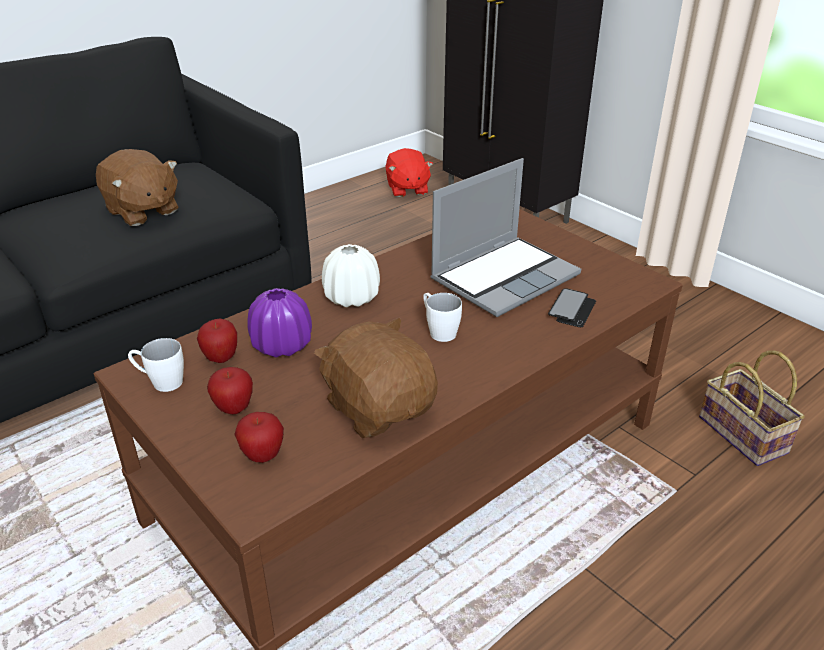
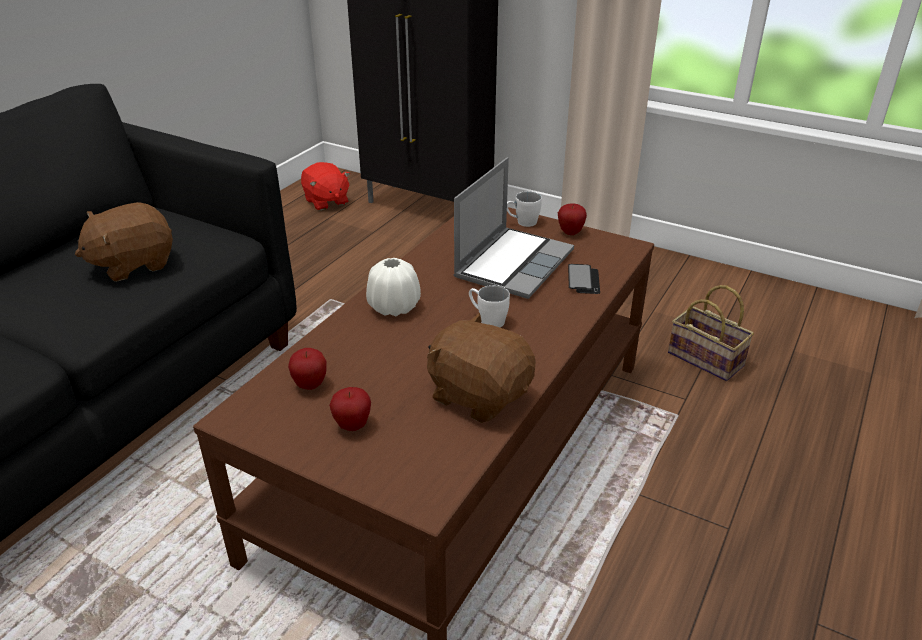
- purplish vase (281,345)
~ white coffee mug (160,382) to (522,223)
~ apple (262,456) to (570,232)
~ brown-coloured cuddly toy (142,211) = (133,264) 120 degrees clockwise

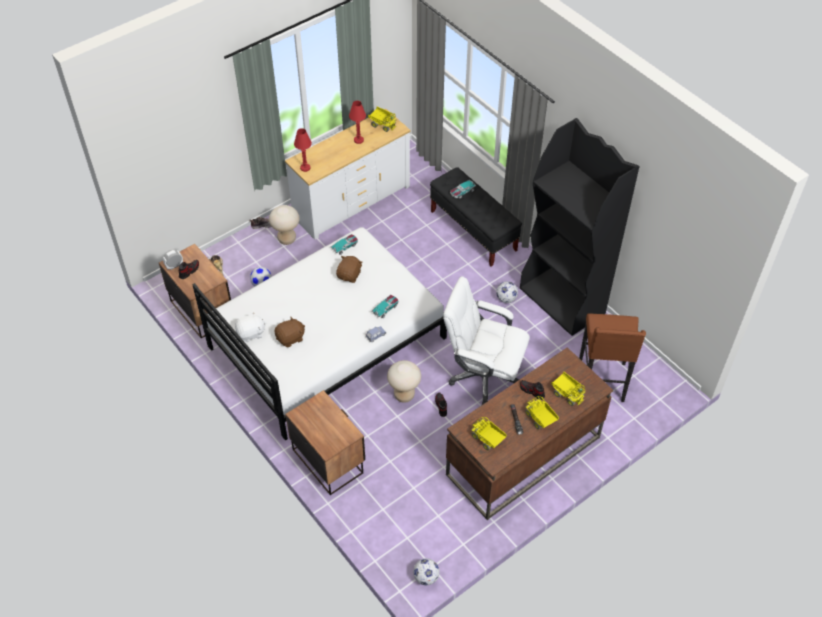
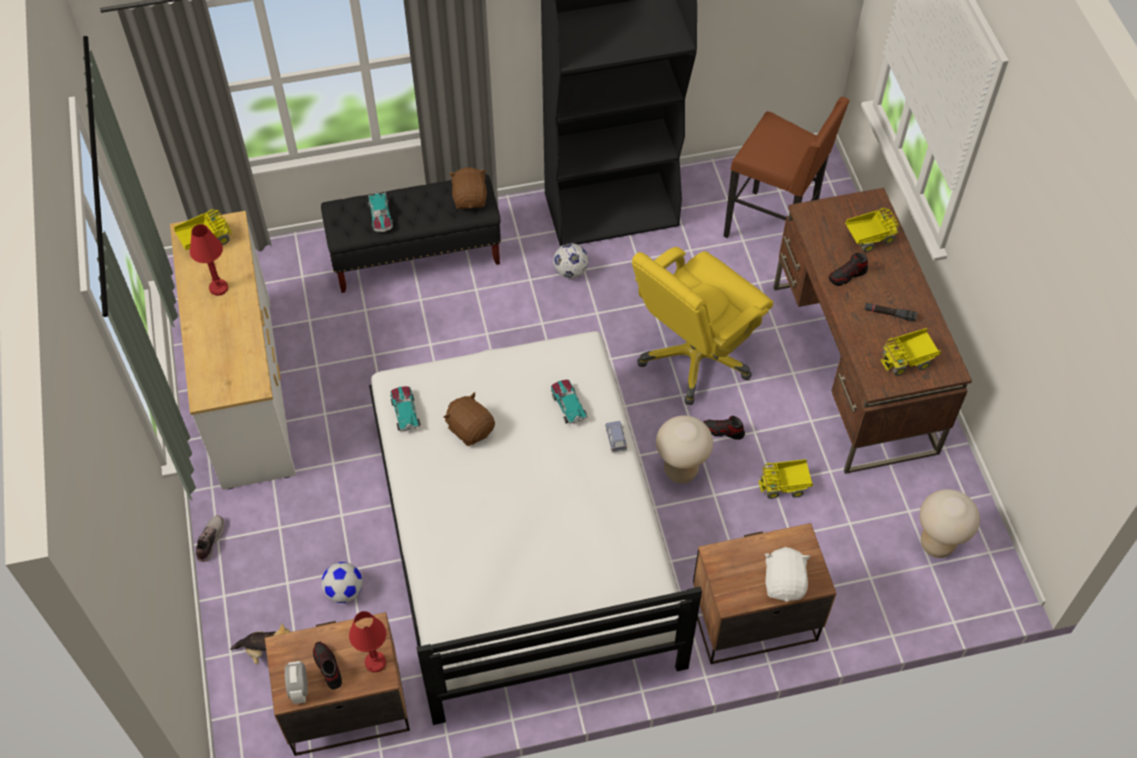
- football ball (426,577)
~ white cuddly toy (251,333) to (784,583)
~ beige-coloured stool seat (287,239) to (937,544)
~ brown-coloured cuddly toy (290,338) to (470,198)
~ reddish lamp for a table (305,168) to (375,662)
~ toy lorry (540,419) to (784,486)
~ white computer chair (483,376) to yellow-coloured computer chair (694,357)

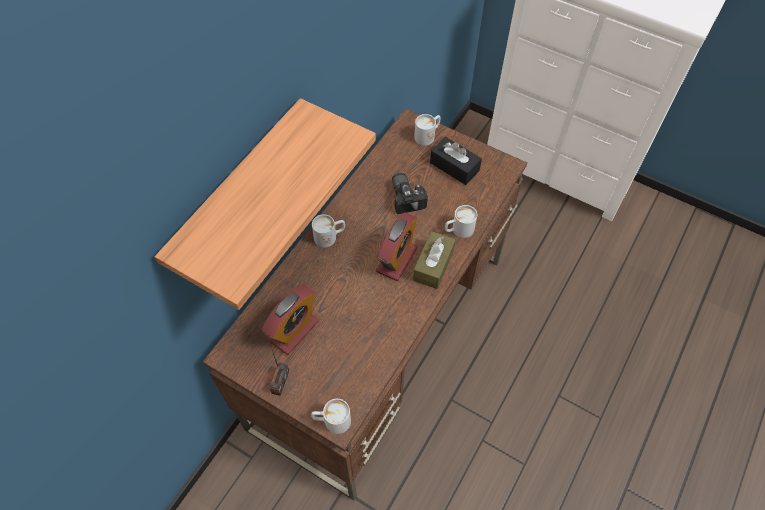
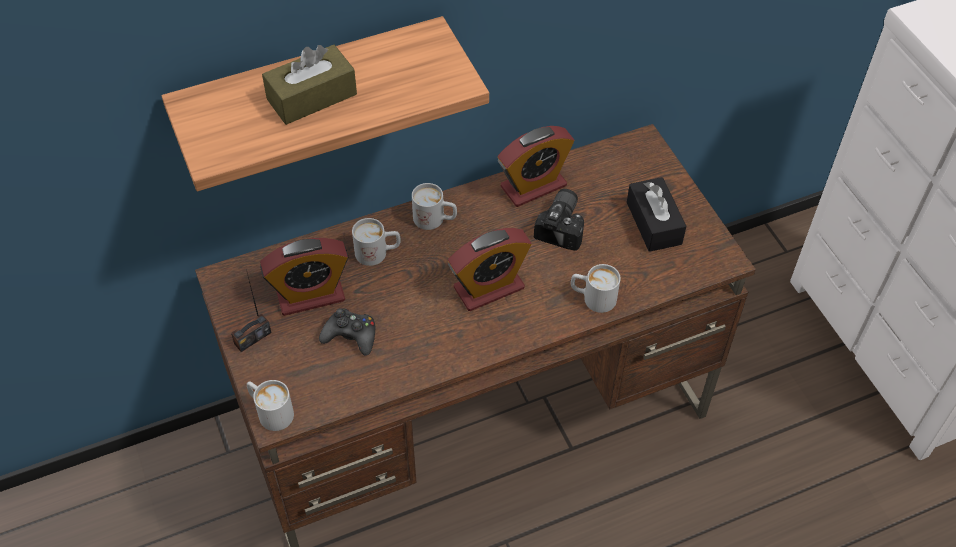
+ black game controller (351,335)
+ bedside clock (533,186)
~ brown-coloured box of tissues (433,265) to (312,97)
~ white coffee mug (428,135) to (378,253)

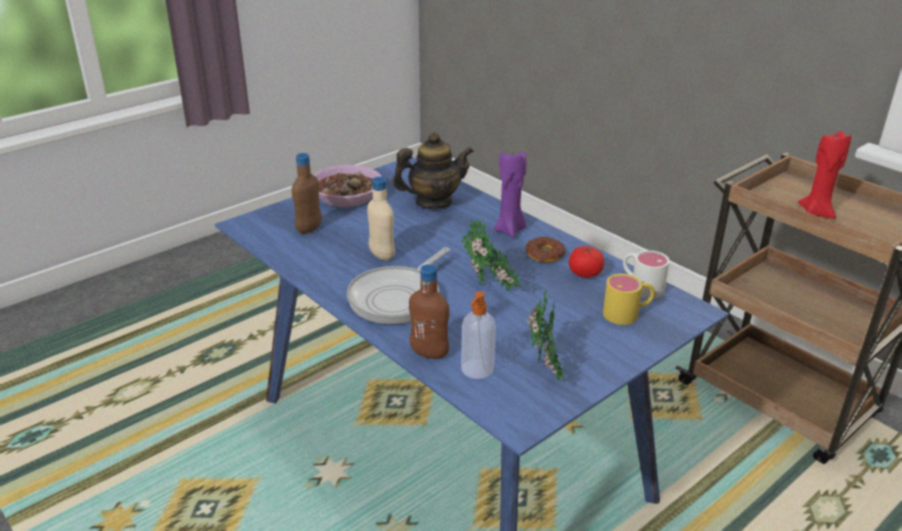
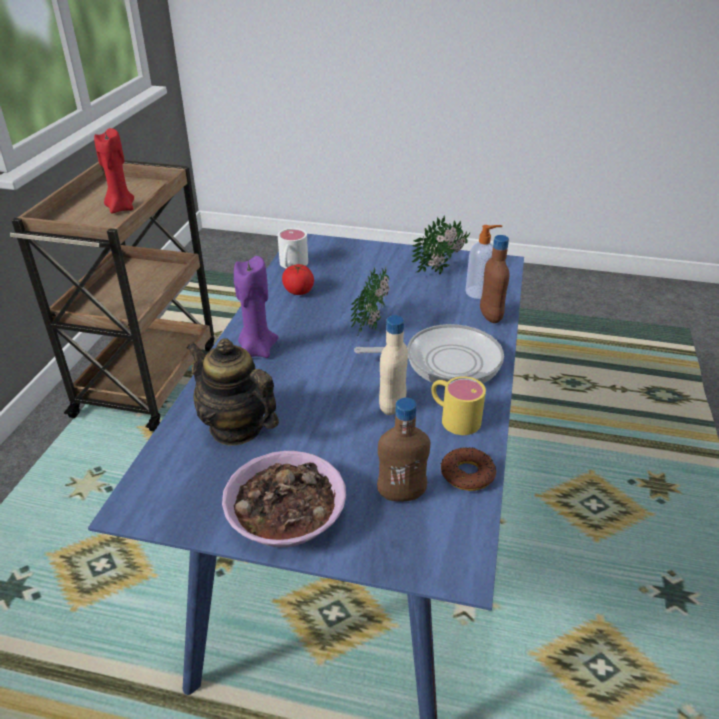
~ donut (545,254) to (467,474)
~ yellow-coloured coffee mug (628,313) to (453,417)

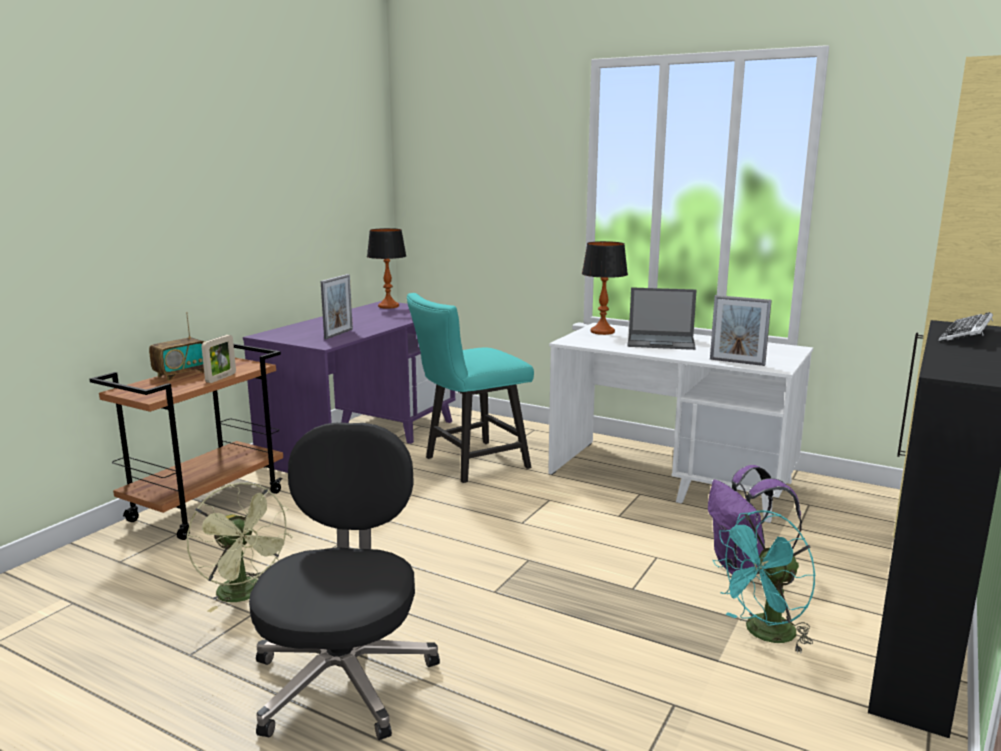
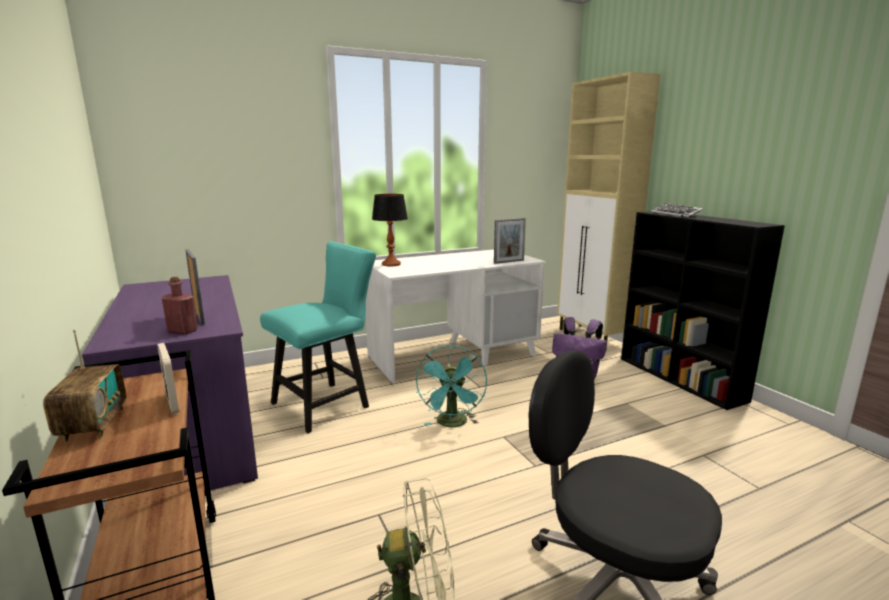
- lamp for a table (388,306)
- laptop (661,342)
+ reddish beverage bottle (182,331)
~ turquoise-coloured cooling fan (764,634) to (452,424)
~ turquoise-coloured upright chair (469,464) = (327,403) 135 degrees counterclockwise

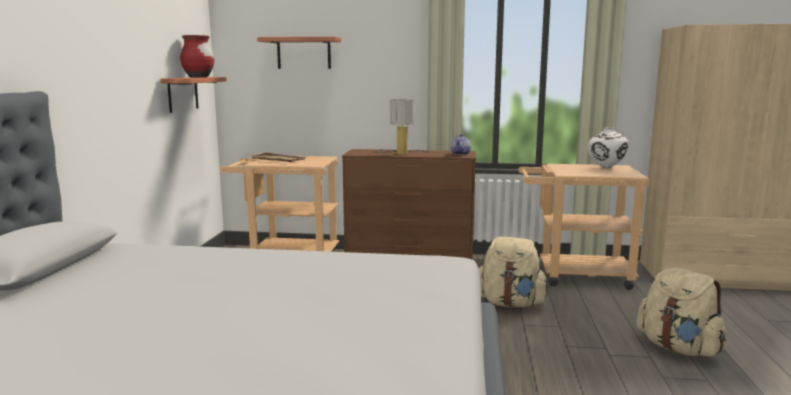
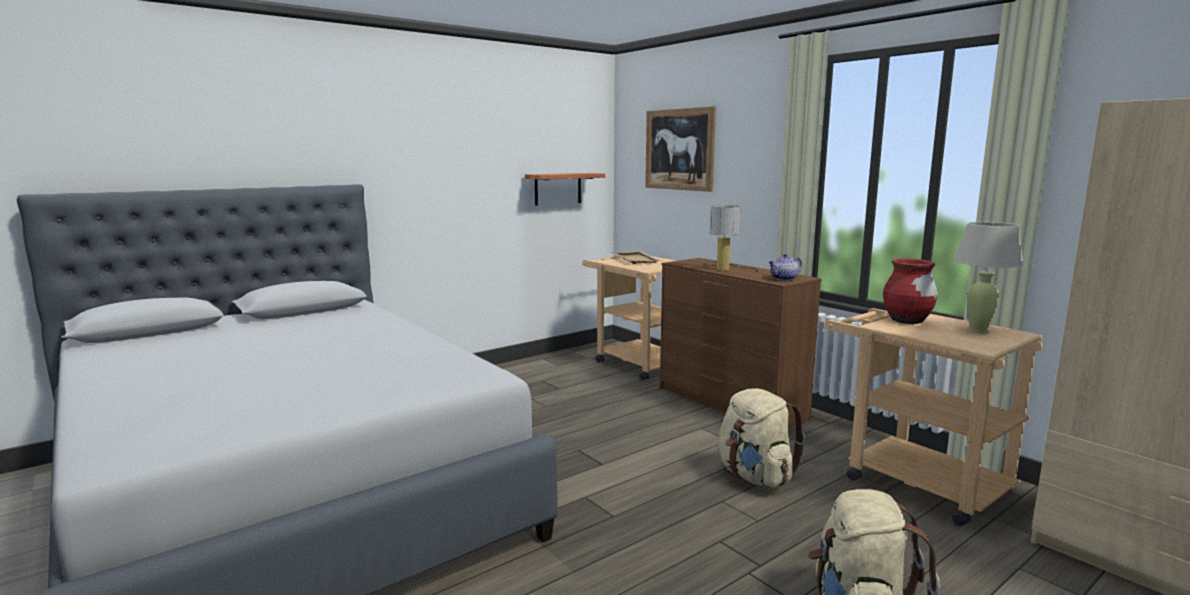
~ reddish vase (198,77) to (907,321)
~ shelf (304,53) to picture (679,149)
~ white vase (605,168) to beige-coloured lamp for a table (978,331)

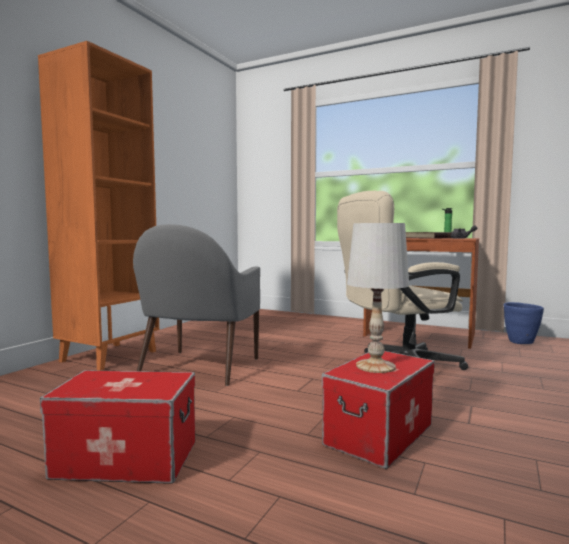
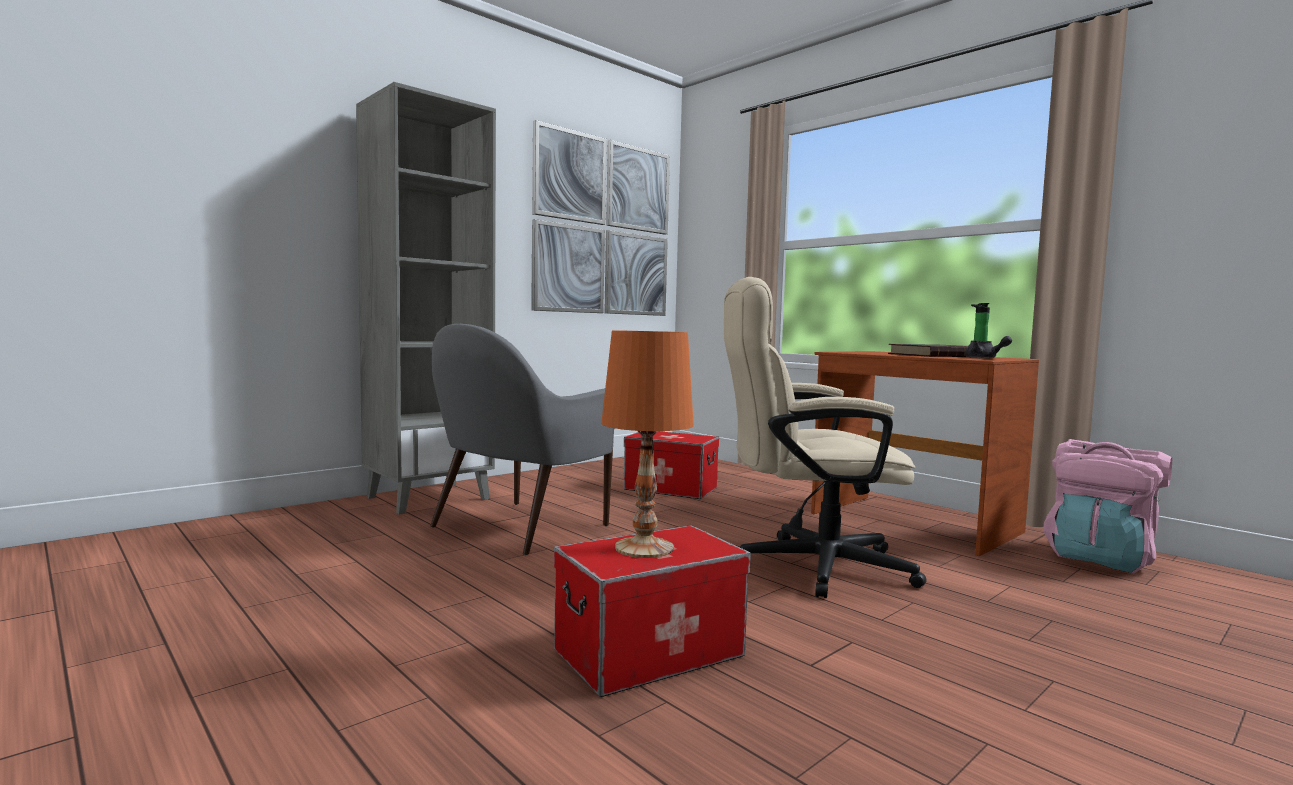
+ picture (604,227)
~ storage bin (127,459) to (671,489)
~ blue-coloured planter (521,342) to pink-coloured backpack (1101,559)
~ orange bookshelf (109,356) to grey bookshelf (429,497)
~ white lamp for a table (376,366) to orange lamp for a table (645,548)

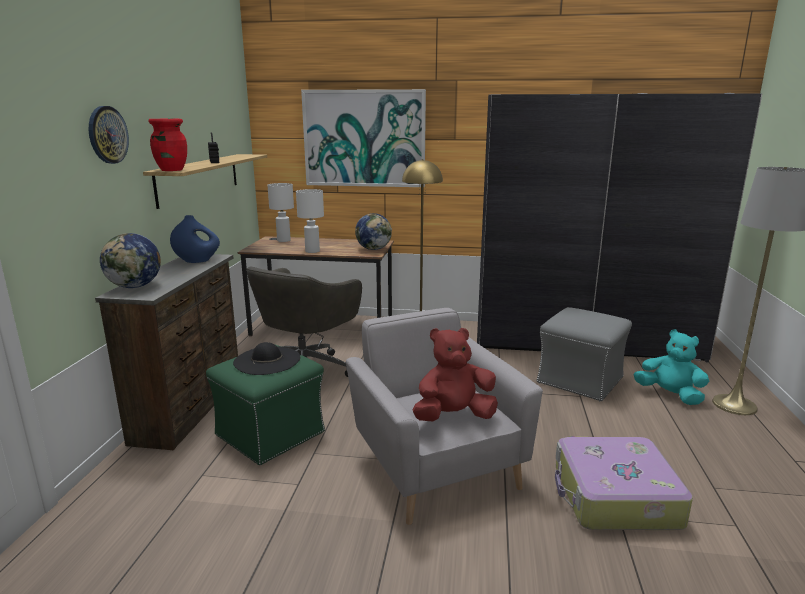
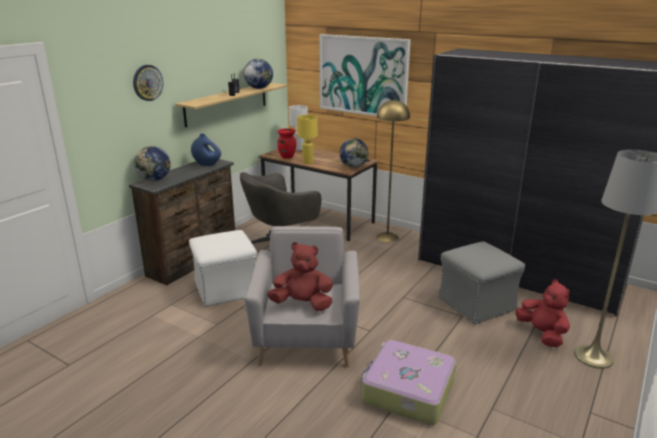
- black clothing hat (267,360)
+ world globe (259,88)
~ reddish vase (171,170) to (287,156)
~ green-coloured ottoman (271,433) to white ottoman (226,289)
~ white lamp for a table (313,251) to yellow-coloured lamp for a table (308,162)
~ turquoise-coloured cuddly toy (670,395) to reddish cuddly toy (542,334)

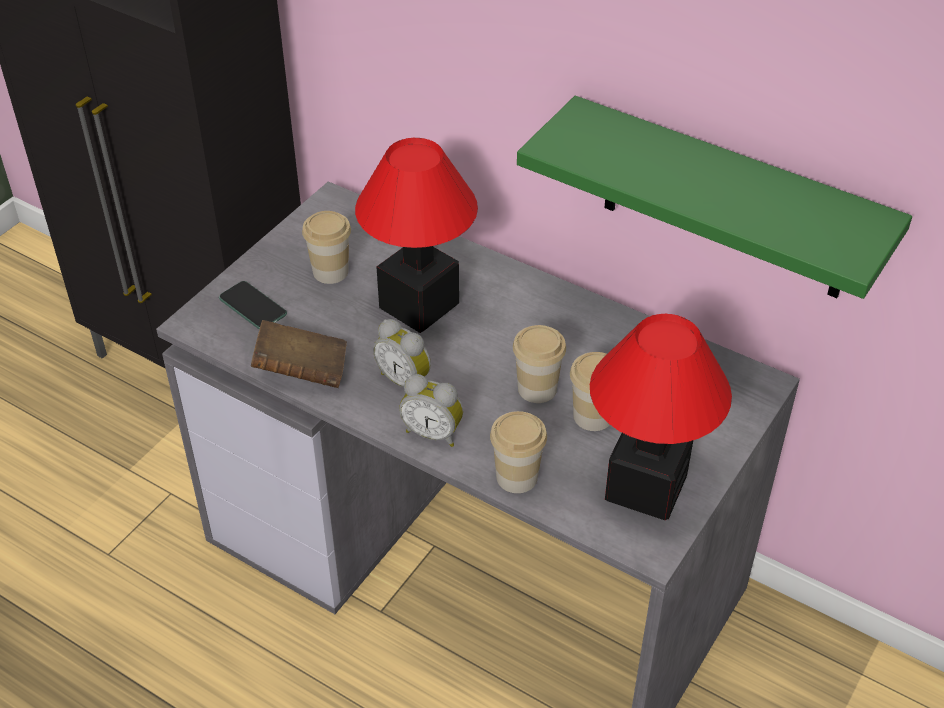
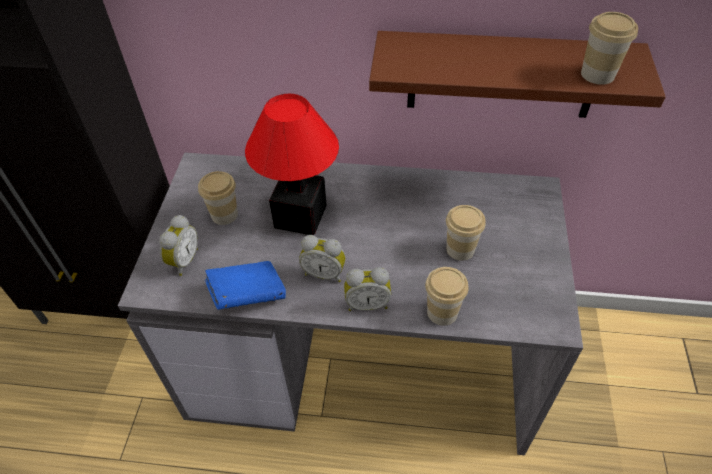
- lamp for a table (645,489)
~ drinking cup (537,389) to (597,74)
~ phone (253,307) to bedside clock (183,261)
~ brown-coloured bound book (301,371) to blue-coloured bound book (248,295)
~ green-coloured shelf (726,202) to brown-coloured shelf (502,75)

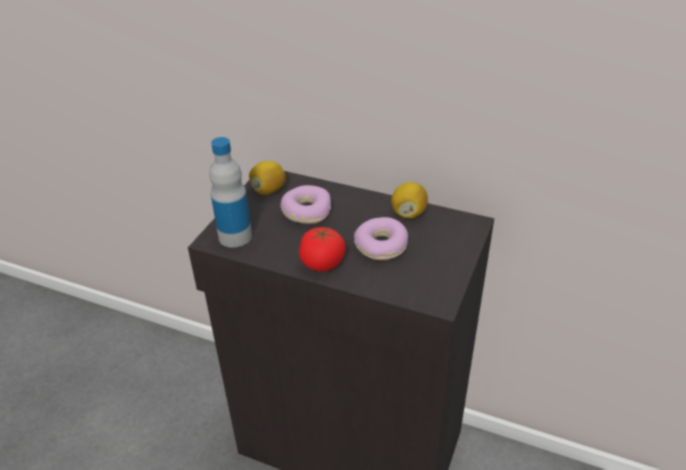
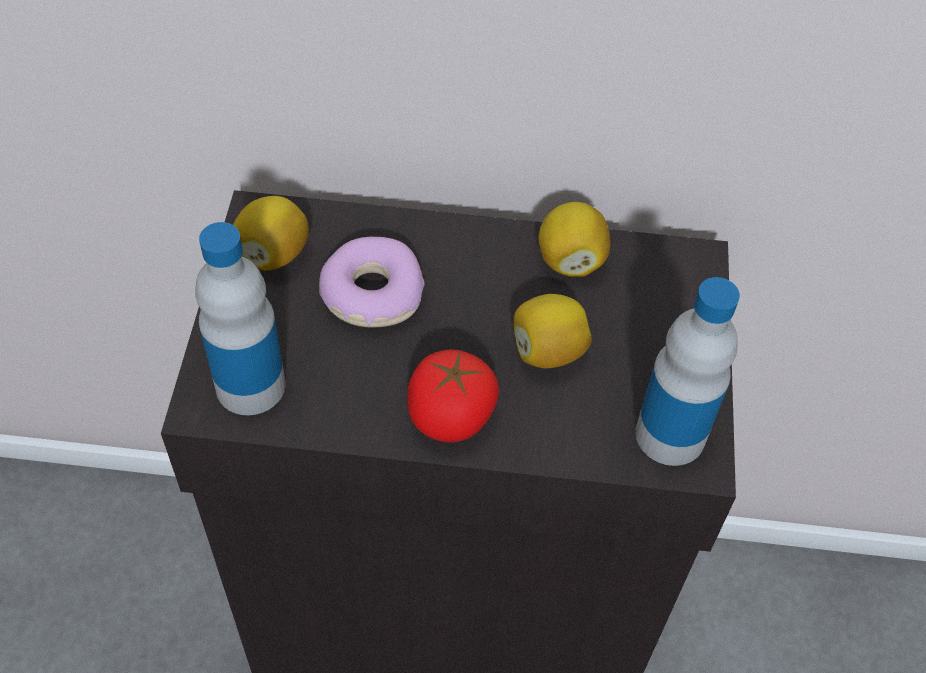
+ beverage bottle (670,434)
~ donut (381,246) to lemon (547,351)

